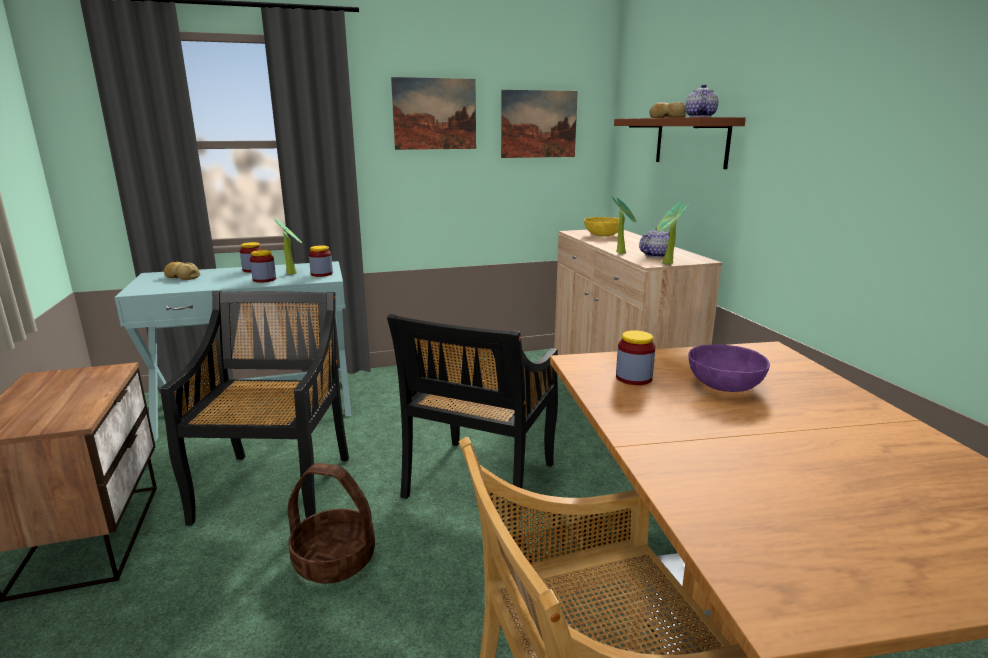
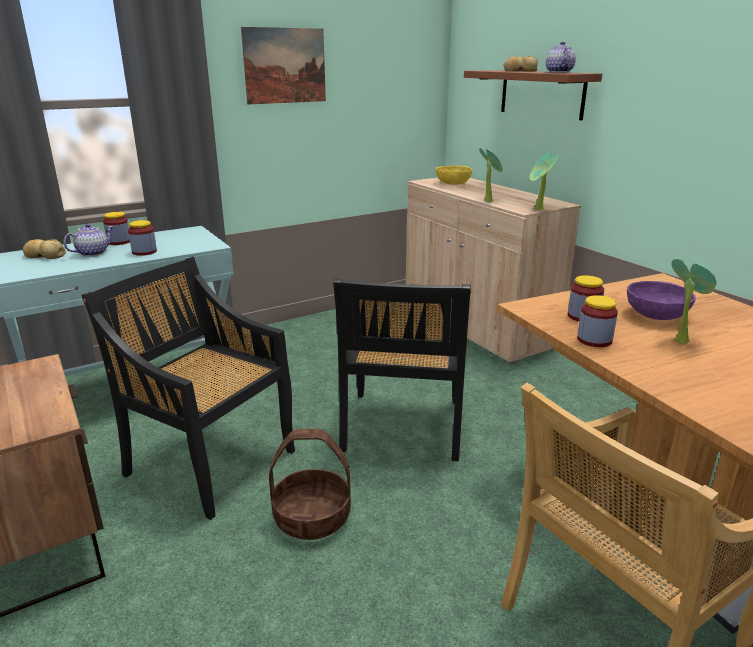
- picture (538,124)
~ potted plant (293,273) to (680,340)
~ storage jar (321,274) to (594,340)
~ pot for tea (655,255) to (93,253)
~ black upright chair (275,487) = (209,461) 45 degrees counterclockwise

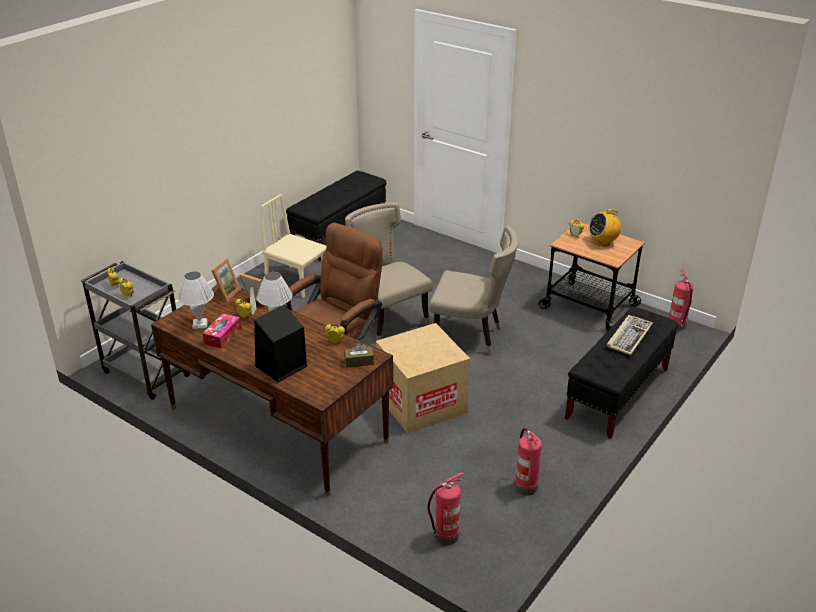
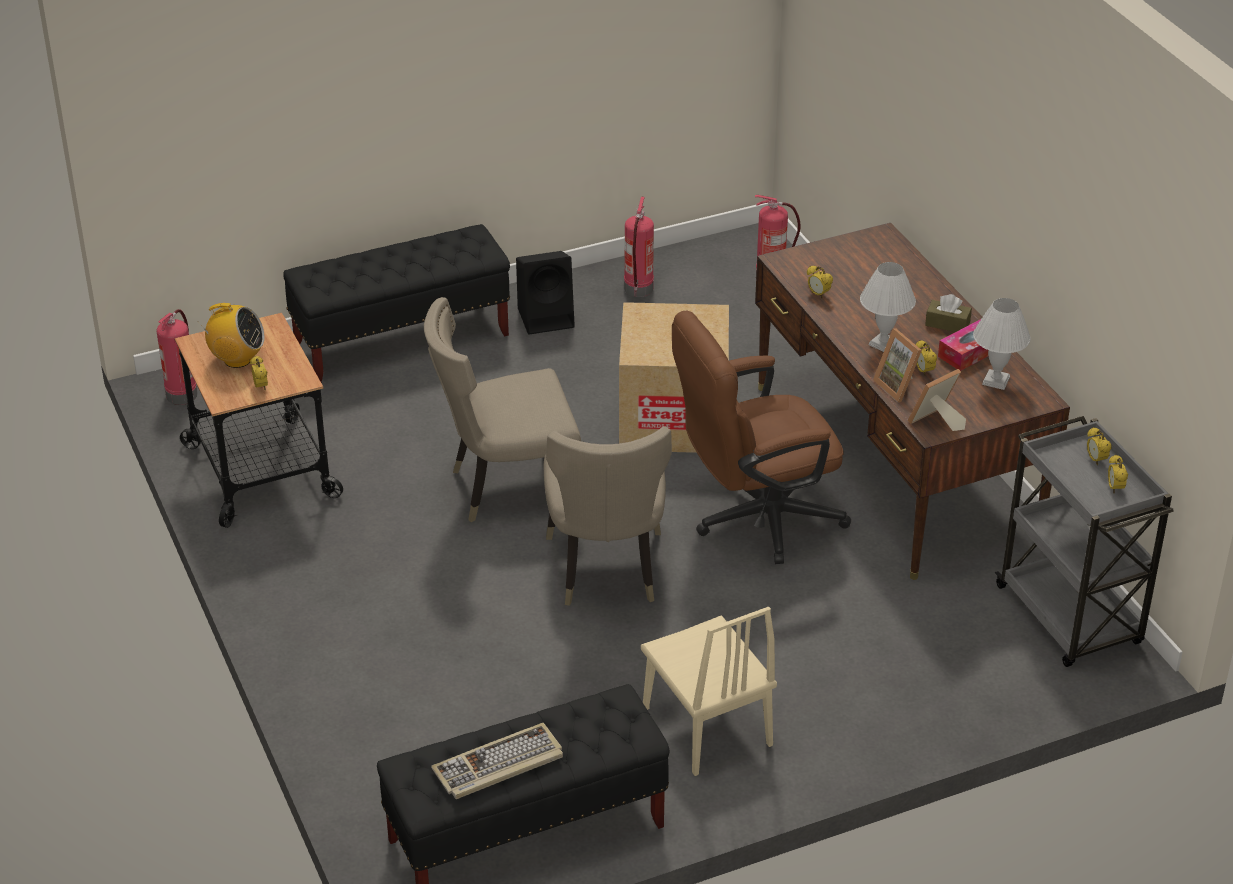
~ black speaker (280,367) to (547,317)
~ brown-coloured box of tissues (359,362) to (947,324)
~ PC keyboard (629,336) to (498,765)
~ beige-coloured upright chair (470,338) = (505,488) 60 degrees counterclockwise

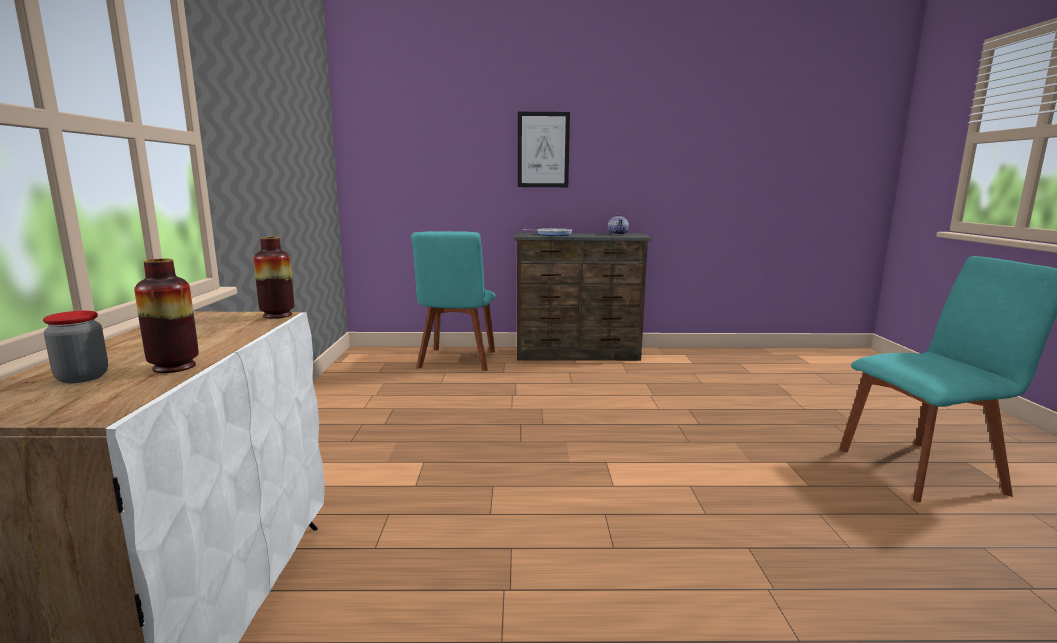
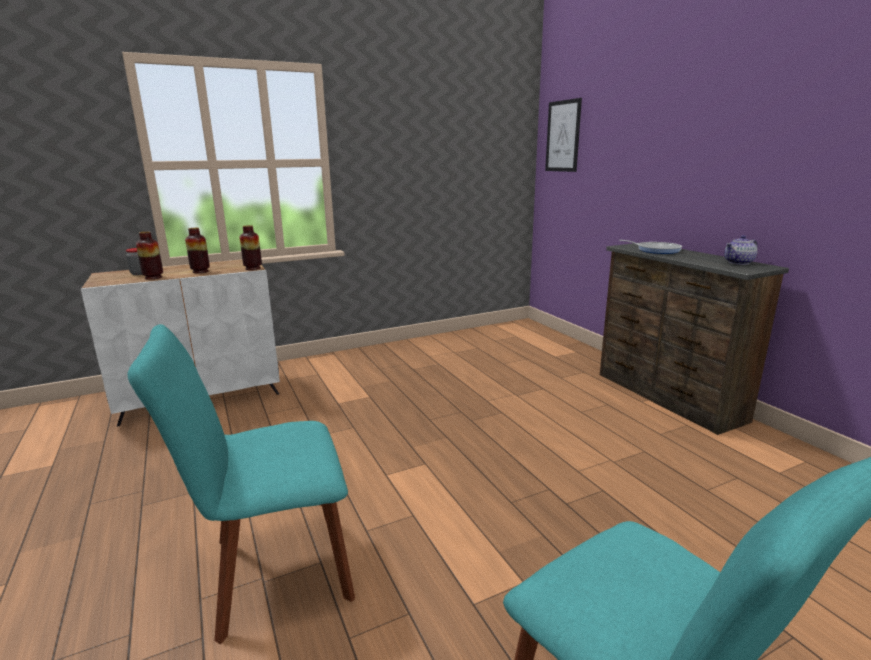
+ vase (200,271)
~ turquoise-coloured upright chair (457,361) to (273,572)
~ picture (543,150) to (563,136)

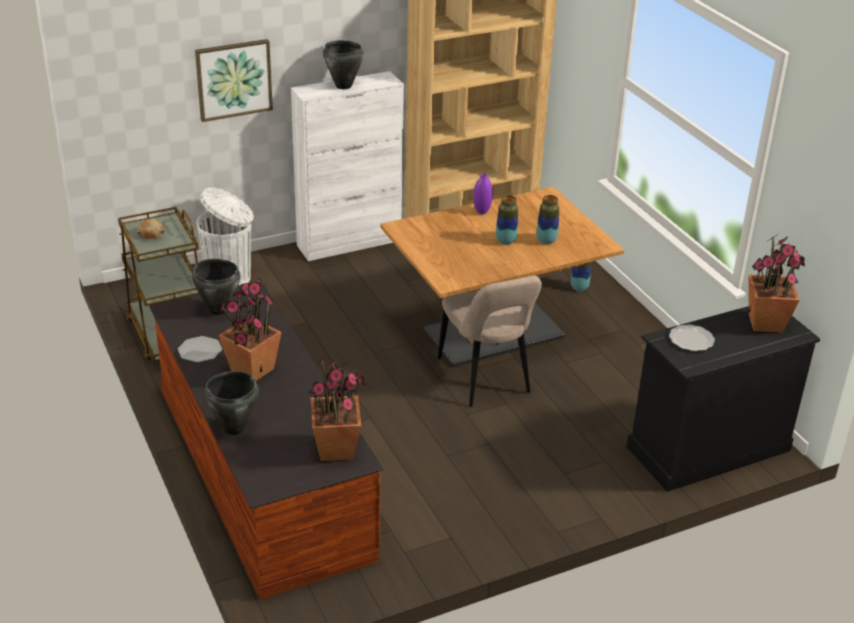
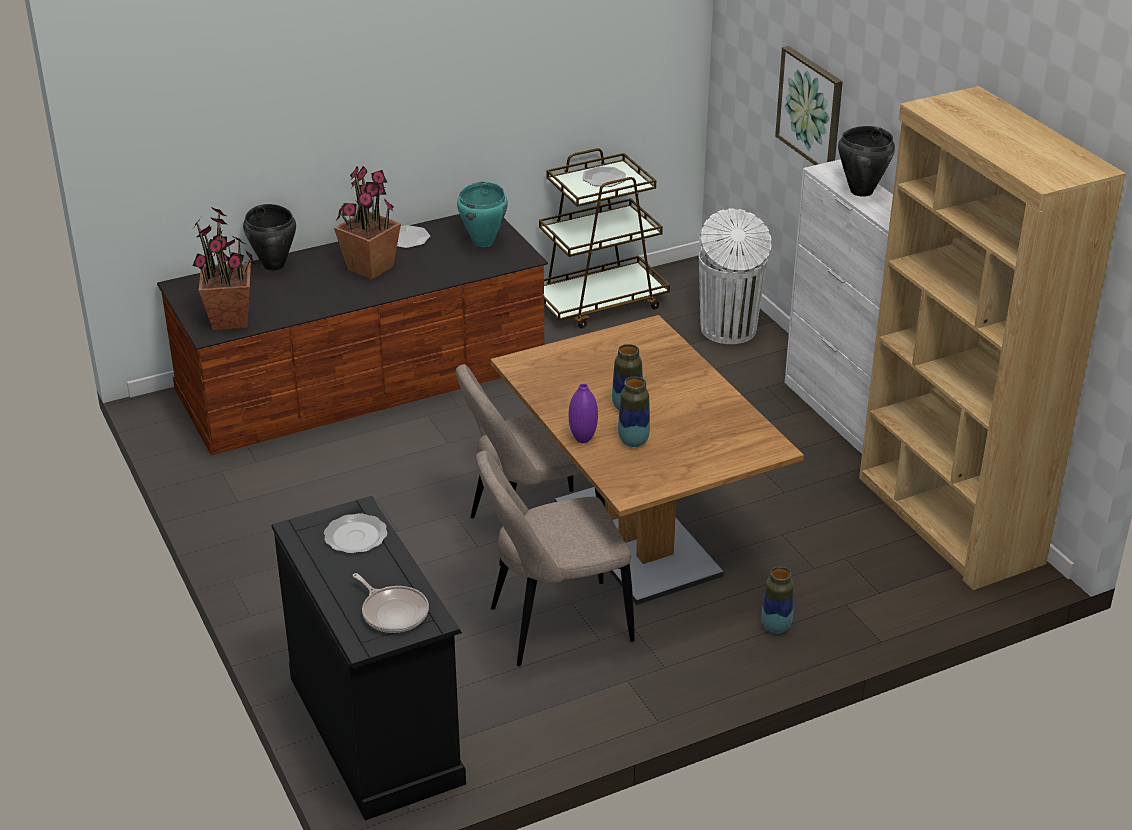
+ beige-coloured upright chair (553,625)
~ purplish vase (482,212) to (583,439)
~ bread (151,234) to flat dish (604,178)
~ potted plant (766,323) to frying pan (393,612)
~ black saucepot (218,309) to turquoise-coloured saucepot (484,242)

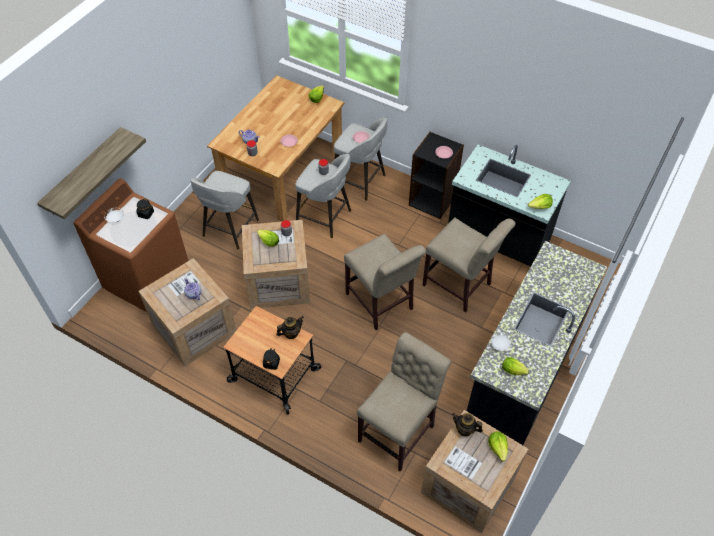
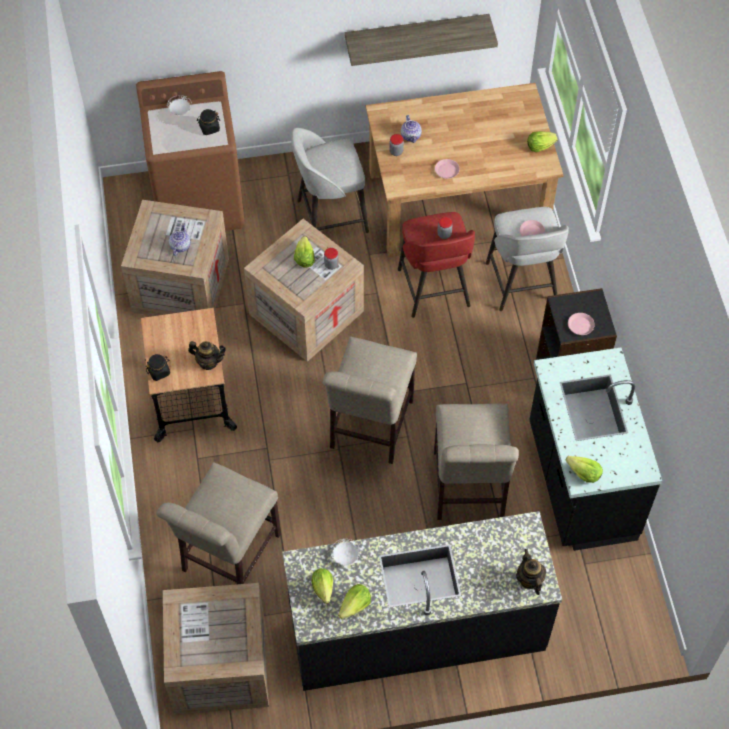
~ shelf (84,172) to (416,34)
~ pot for tea (465,429) to (529,580)
~ head of lettuce (498,448) to (355,606)
~ grey stool seat (325,217) to reddish stool seat (434,290)
~ beige-coloured upright chair (399,430) = (227,557) 120 degrees clockwise

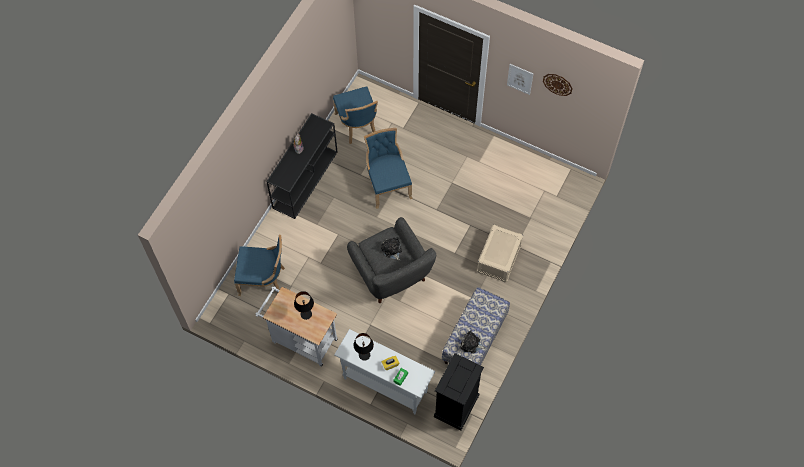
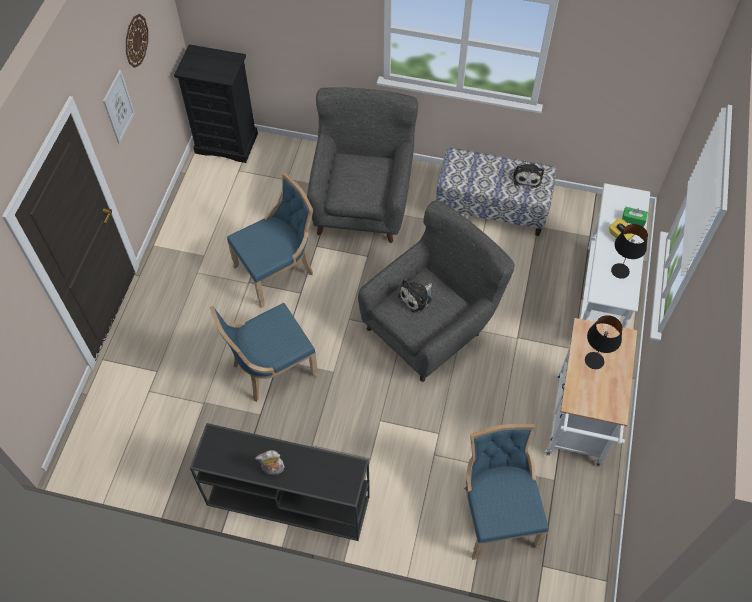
~ blue-coloured upright chair (357,126) to (277,271)
~ black dresser (456,406) to (227,143)
~ beige-coloured storage bin (499,259) to grey lounge chair (362,203)

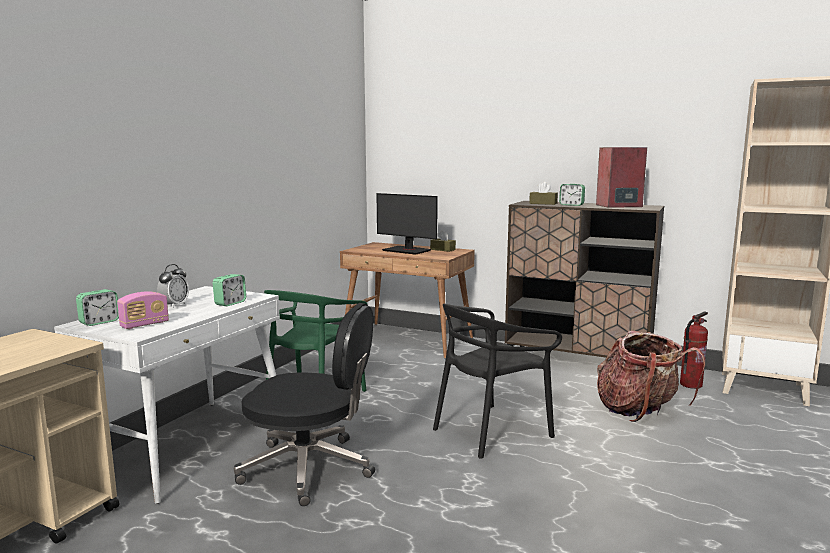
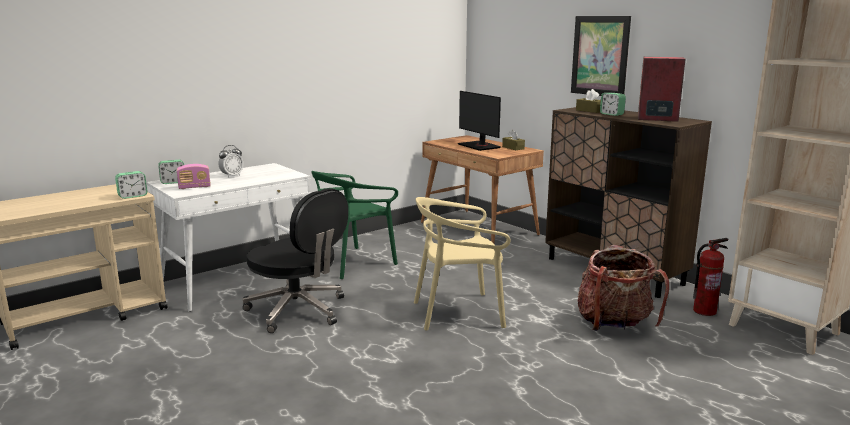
+ picture (600,56)
~ bedside clock (230,303) to (132,196)
~ black upright chair (491,431) to beige-coloured upright chair (458,313)

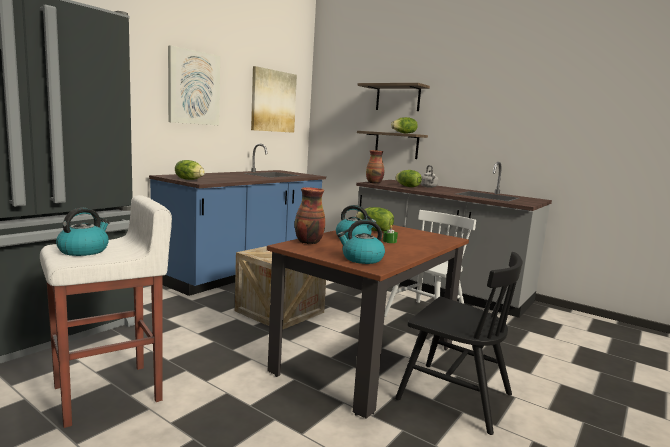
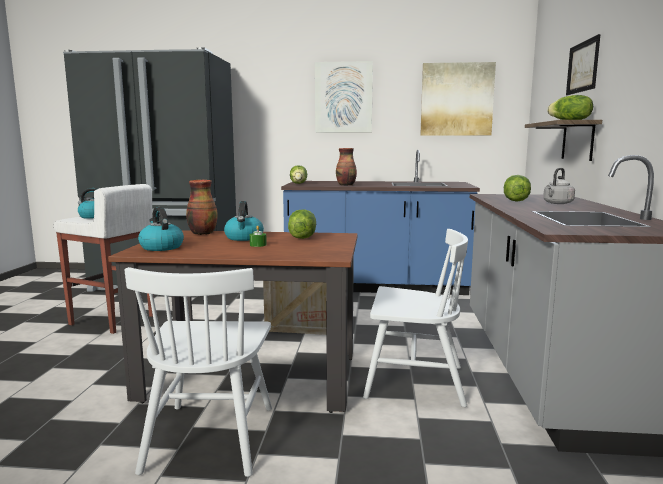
~ vase (374,183) to (346,185)
~ shelf (398,98) to picture (582,67)
~ black upright chair (454,396) to white upright chair (210,437)

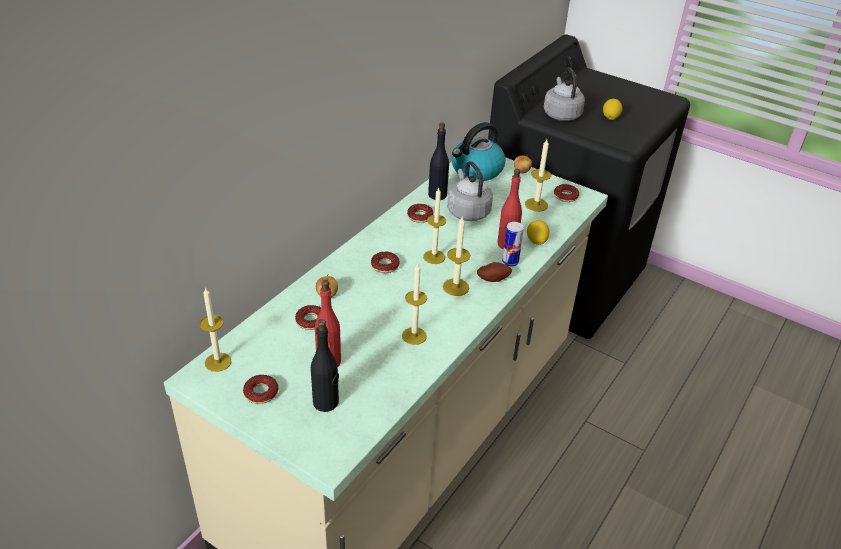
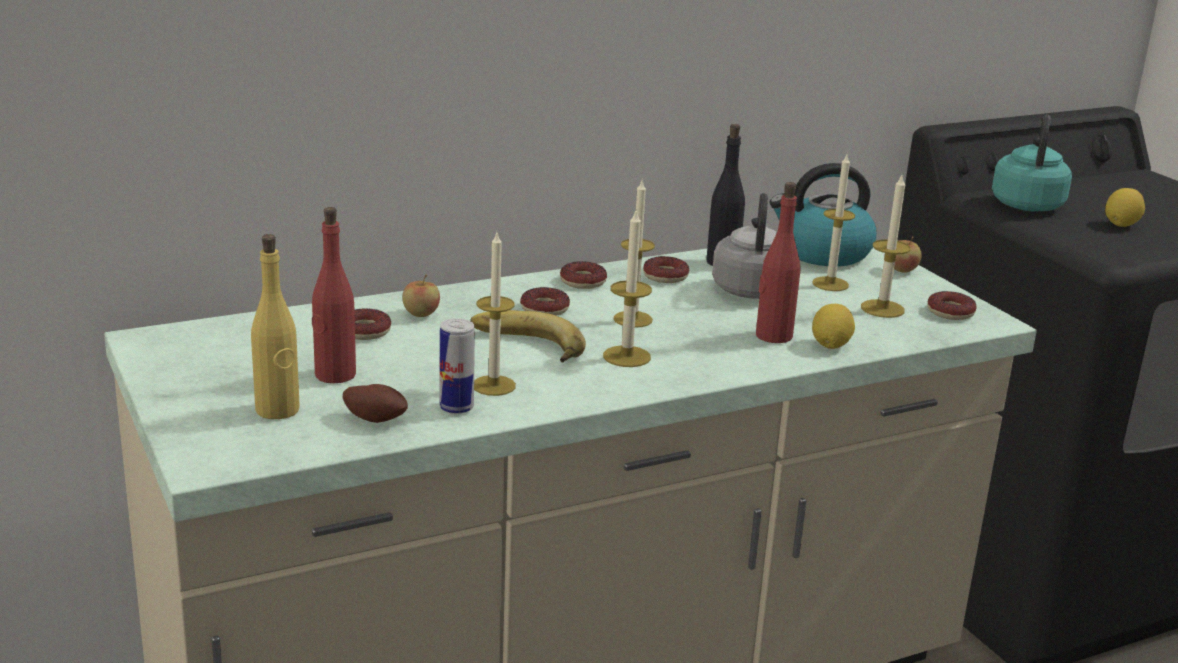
+ whole banana (525,346)
~ wax candle (218,362) to (830,284)
~ donut (261,392) to (583,281)
~ spud (493,279) to (376,418)
~ sealed can (510,262) to (456,407)
~ black beverage bottle (326,402) to yellow-coloured beverage bottle (278,410)
~ grey water kettle (561,114) to turquoise-coloured water kettle (1027,204)

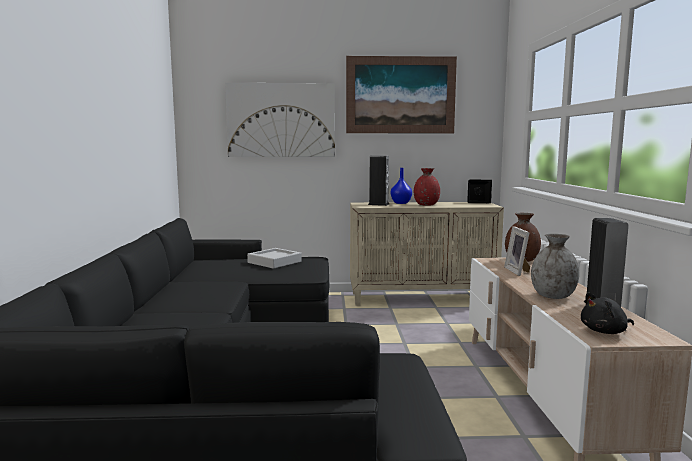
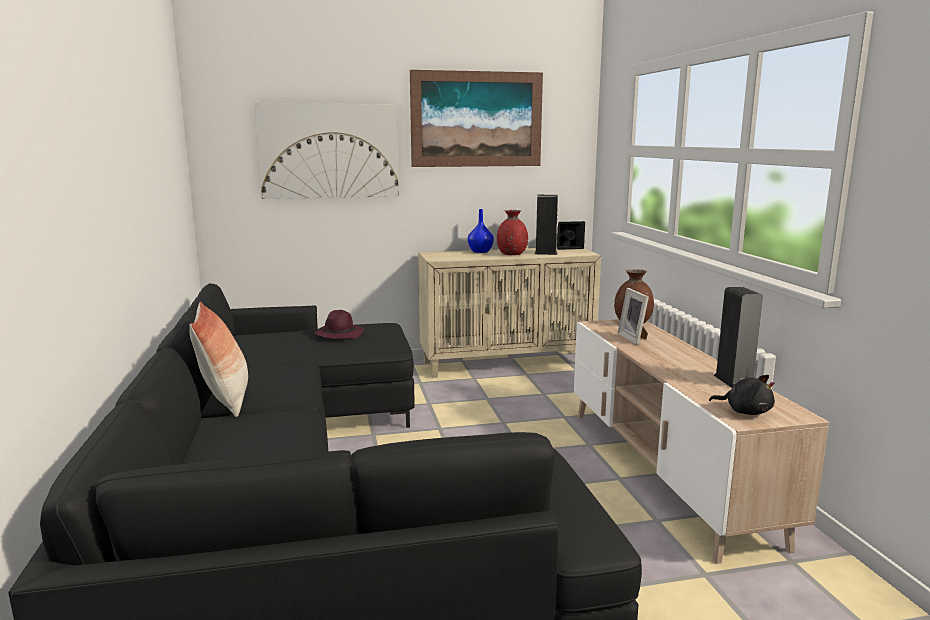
- grey vase (553,296)
+ throw pillow (225,400)
~ speaker (378,204) to (545,253)
~ grey tray (274,262) to purplish clothing hat (339,334)
~ black cuddly toy (605,331) = (745,411) 120 degrees counterclockwise

